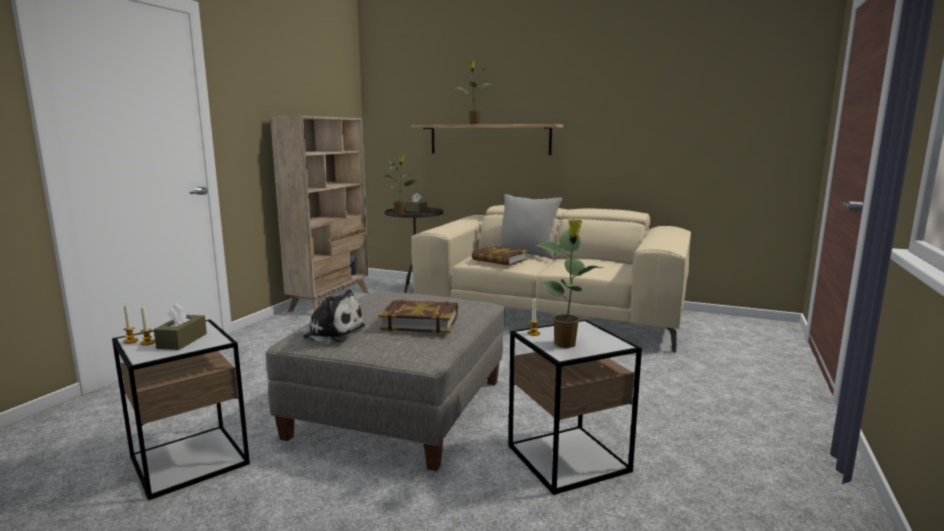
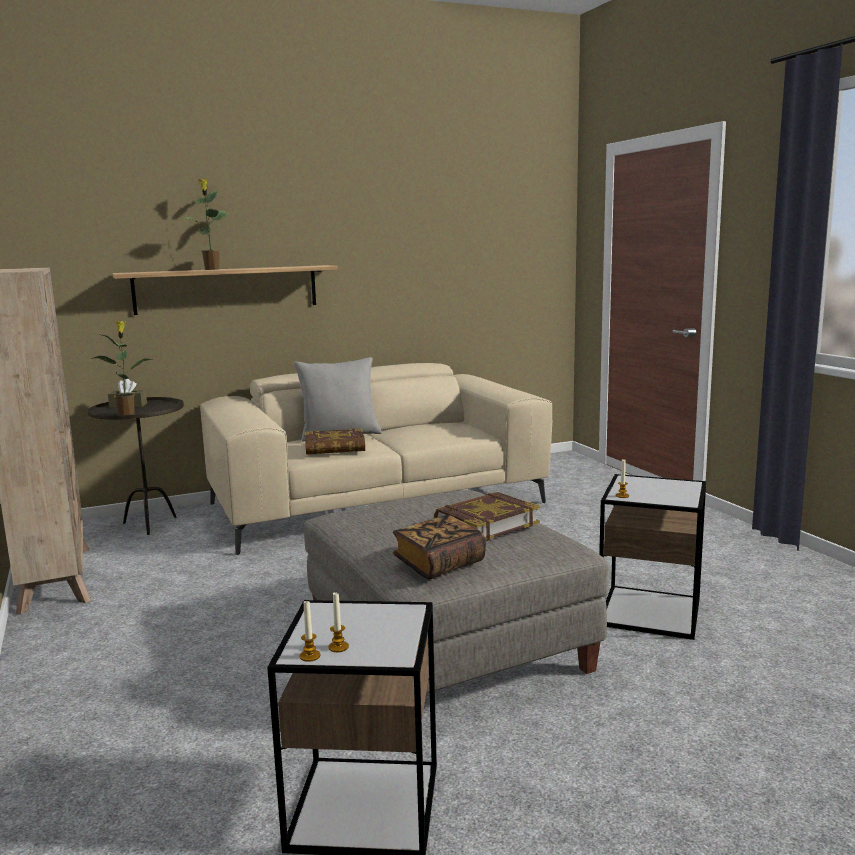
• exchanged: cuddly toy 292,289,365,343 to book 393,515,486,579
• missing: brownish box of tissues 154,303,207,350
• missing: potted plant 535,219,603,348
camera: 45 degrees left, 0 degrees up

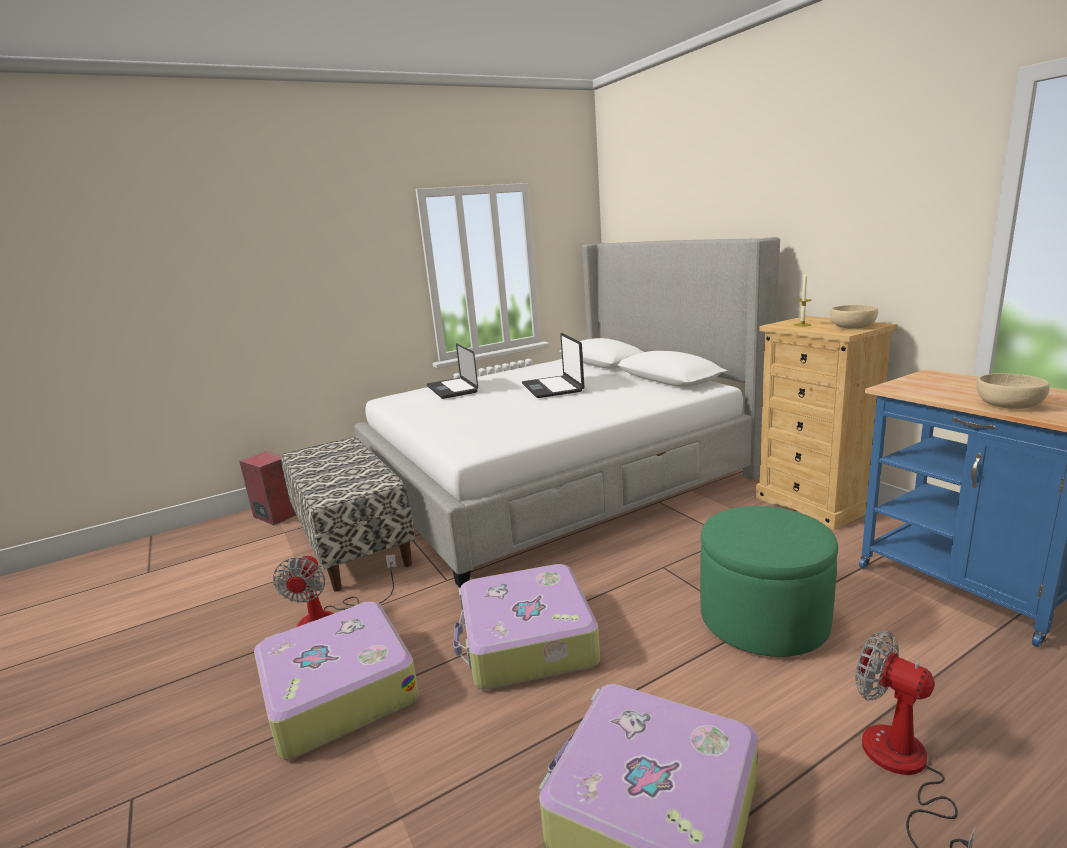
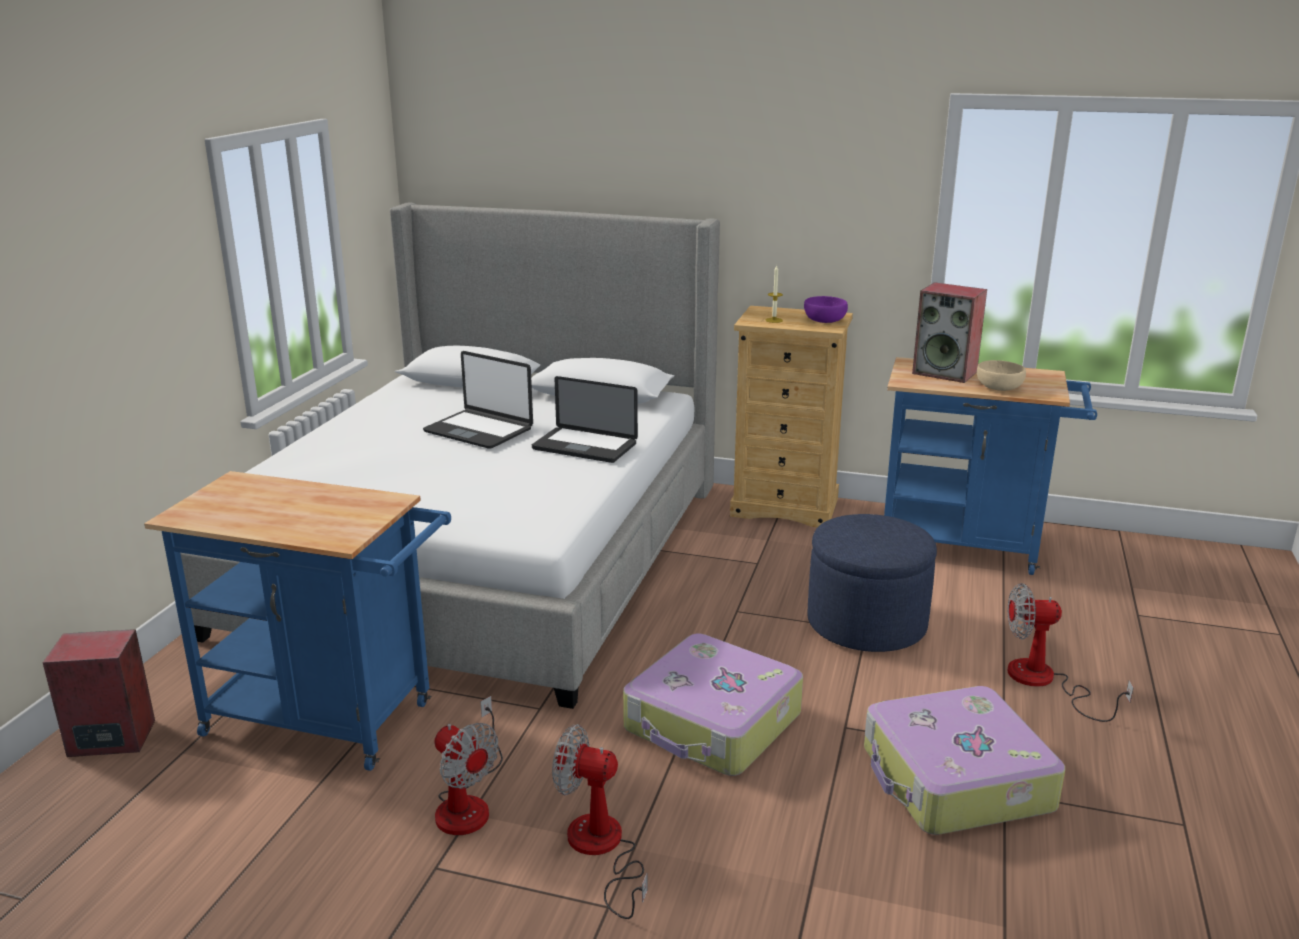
• exchanged: bench 281,437,415,592 to blue-coloured cart 144,471,451,771
• relocated: notebook computer 427,343,478,399 to 532,376,638,463
• exchanged: suitcase 254,602,419,759 to fan 552,724,647,919
• colour: sand-coloured deep dish 830,305,878,329 to purple-coloured deep dish 804,296,848,323
• colour: green pouffe 700,506,838,657 to blue-coloured pouffe 807,514,937,652
• appeared: speaker 912,282,987,383
camera: 45 degrees left, 5 degrees up

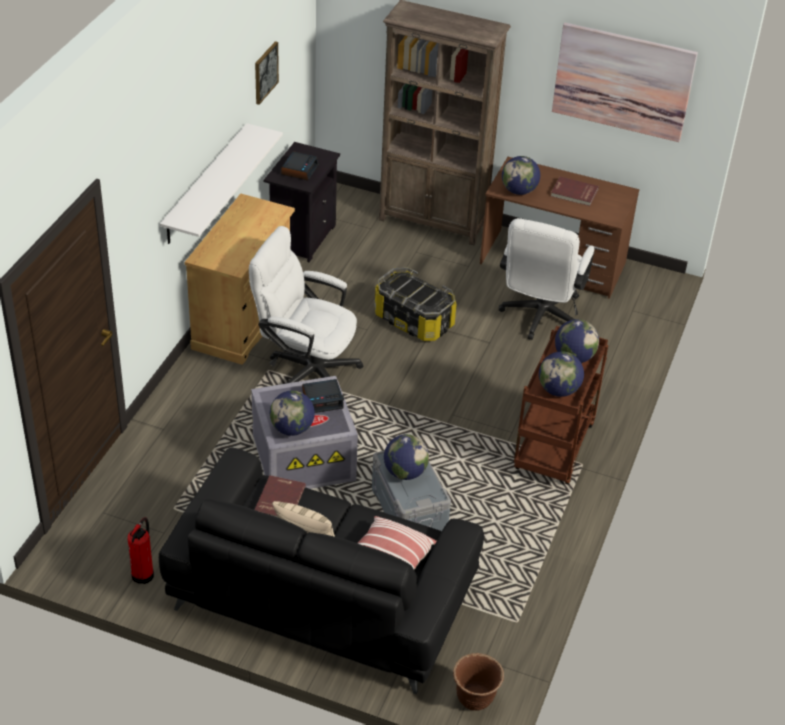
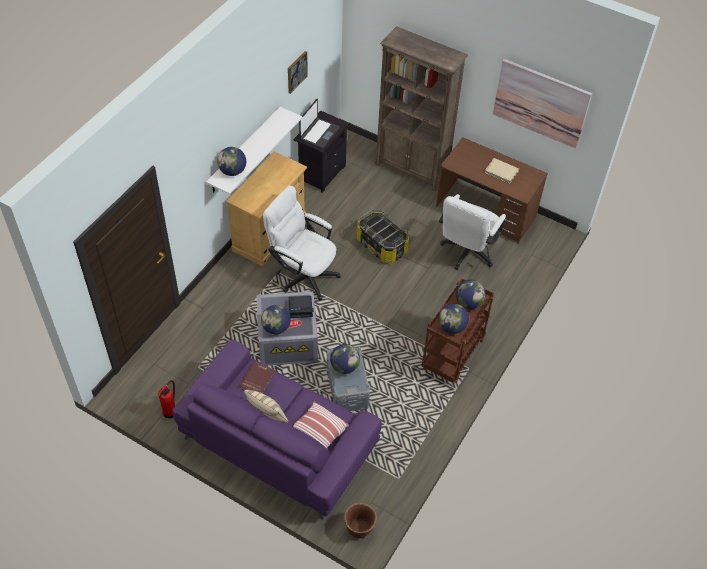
• colour: black-coloured couch 159,447,484,694 to purple-coloured couch 173,339,382,520
• relocated: globe 502,156,540,195 to 217,147,246,176
• exchanged: table clock 281,151,319,181 to notebook computer 299,99,340,148
• colour: red-coloured book 551,177,599,206 to sand-coloured book 484,158,519,184
camera: 10 degrees right, 10 degrees up

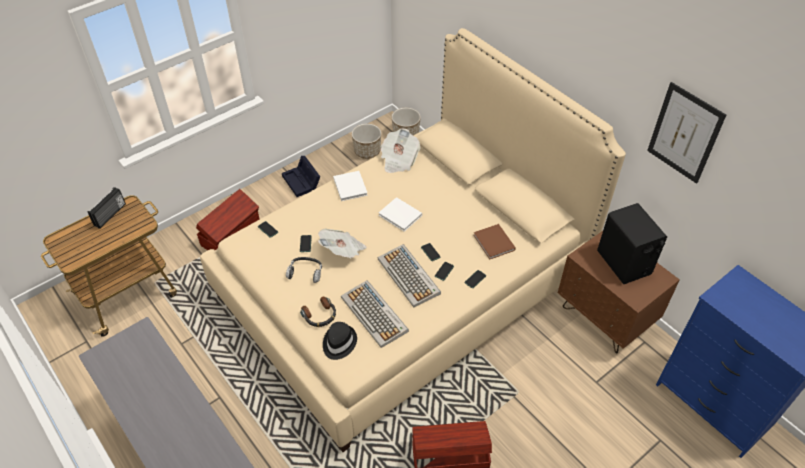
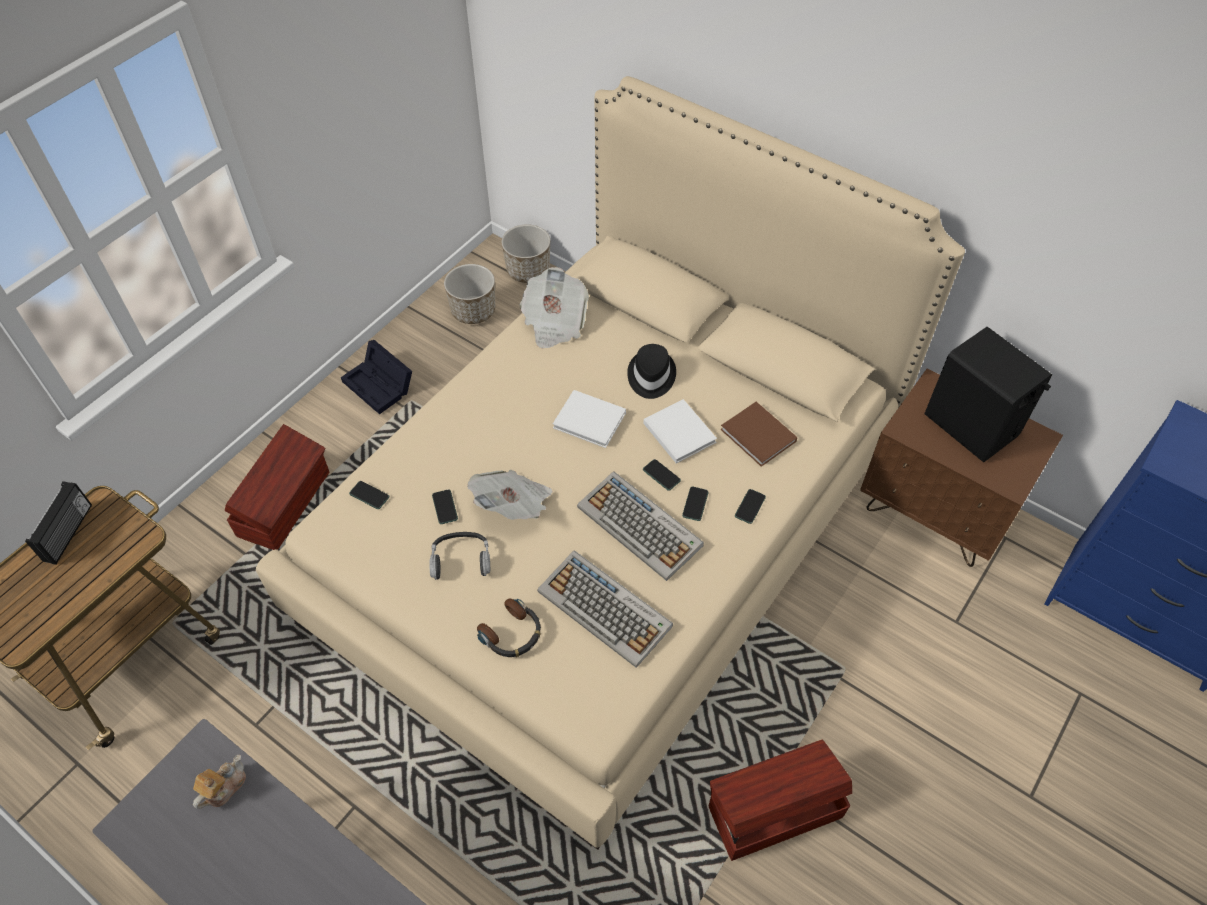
• appeared: teapot 193,755,246,809
• relocated: black-coloured clothing hat 323,322,357,360 to 627,344,676,399
• relocated: whitish book 333,171,368,201 to 643,399,717,464
• missing: wall art 647,82,726,184
camera: 15 degrees left, 5 degrees up

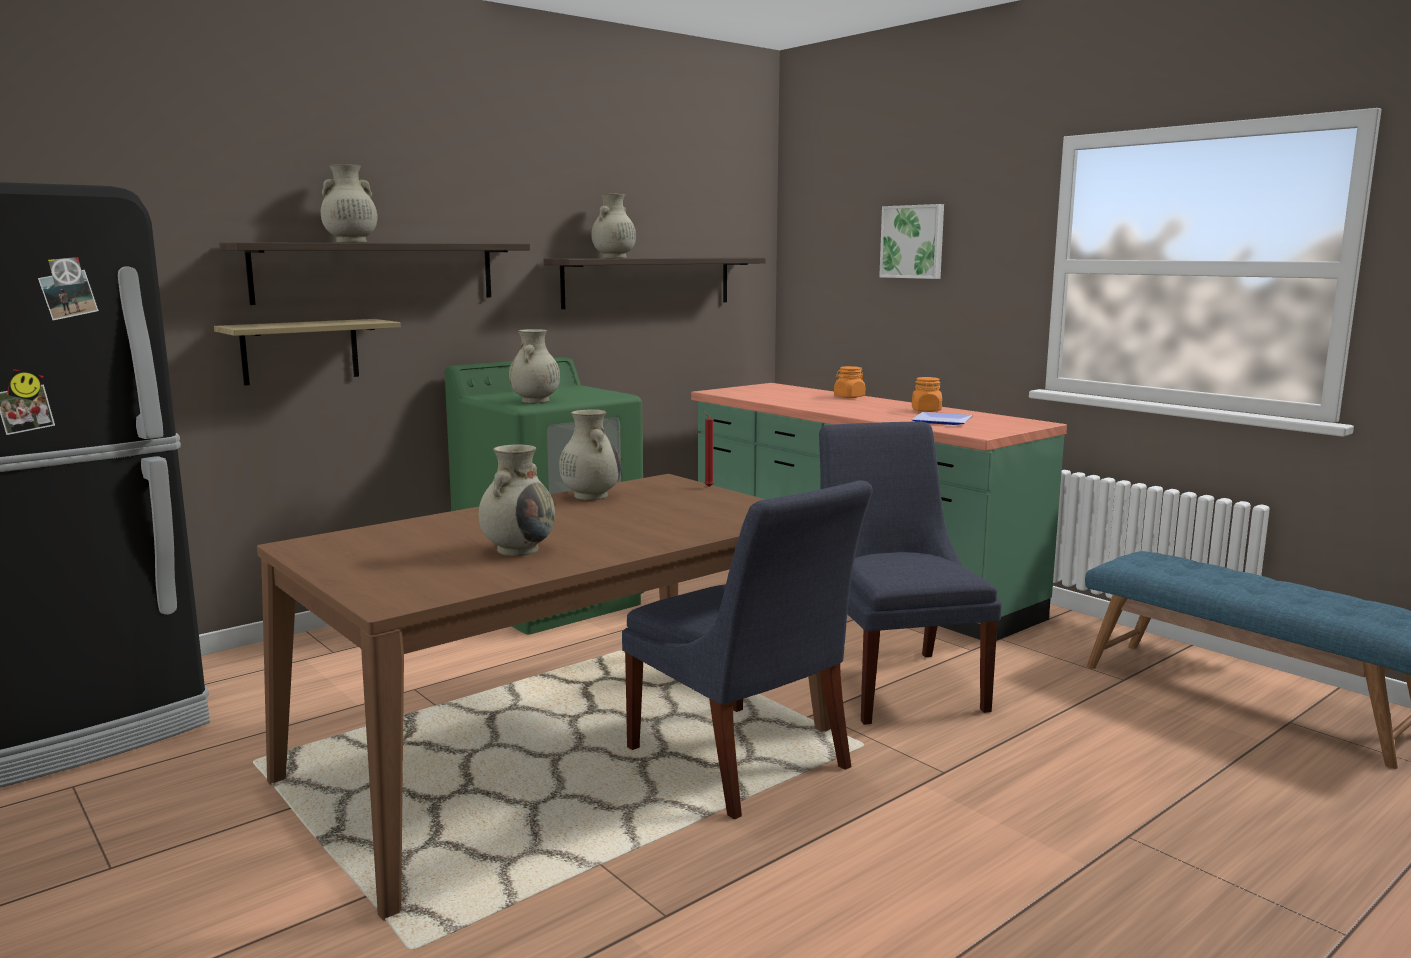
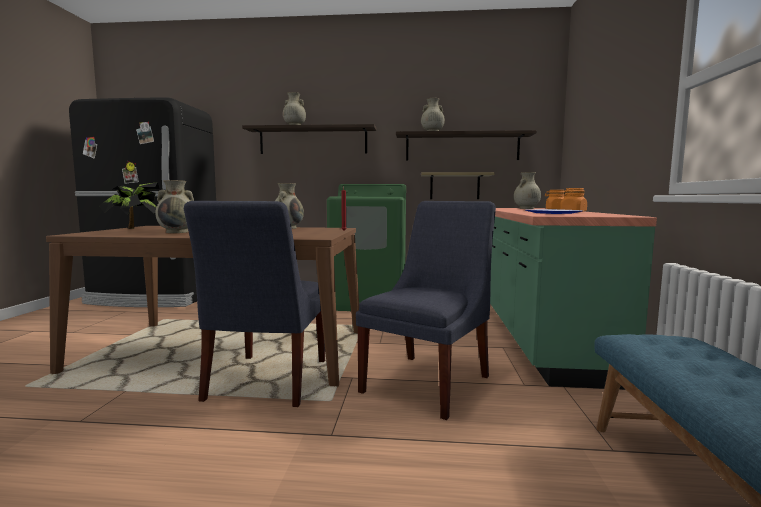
• appeared: potted plant 99,182,160,229
• relocated: wall shelf 214,319,401,386 to 421,172,495,199
• relocated: sand-coloured vase 509,329,560,403 to 514,172,541,209
• missing: wall art 879,204,944,279
camera: 45 degrees right, 5 degrees down

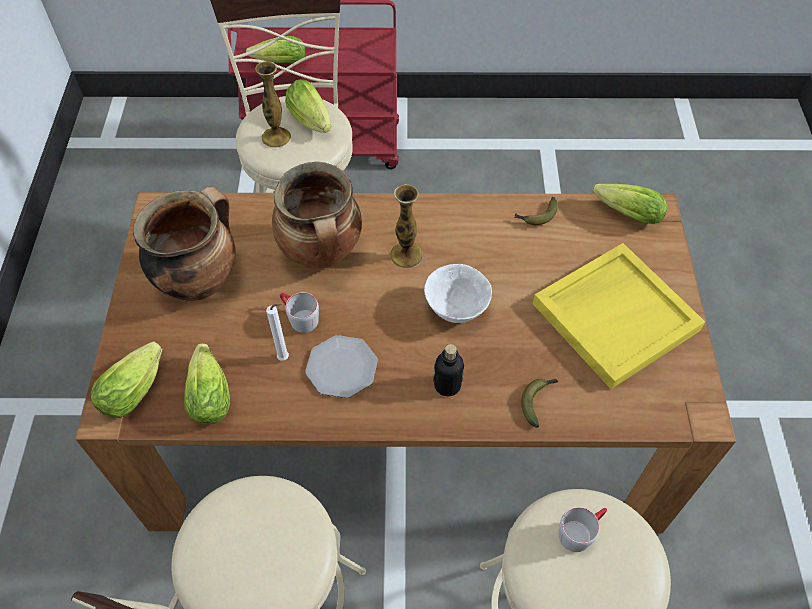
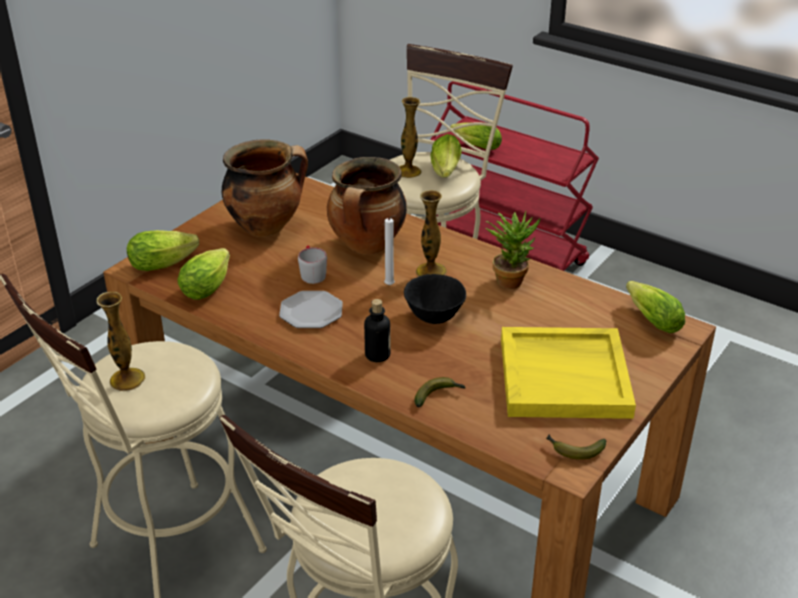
• appeared: vase 97,292,145,391
• relocated: whitish wax candle 266,304,289,361 to 384,215,396,285
• colour: whitish deep dish 424,264,492,323 to black-coloured deep dish 404,274,466,324
• appeared: potted plant 486,211,540,289
• relocated: whole banana 514,197,558,225 to 546,435,606,460
• missing: grey coffee mug 559,507,607,552
camera: 35 degrees right, 20 degrees down

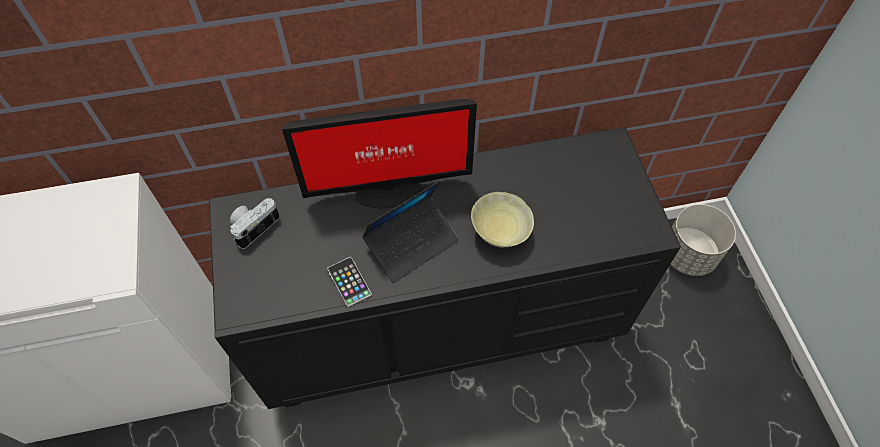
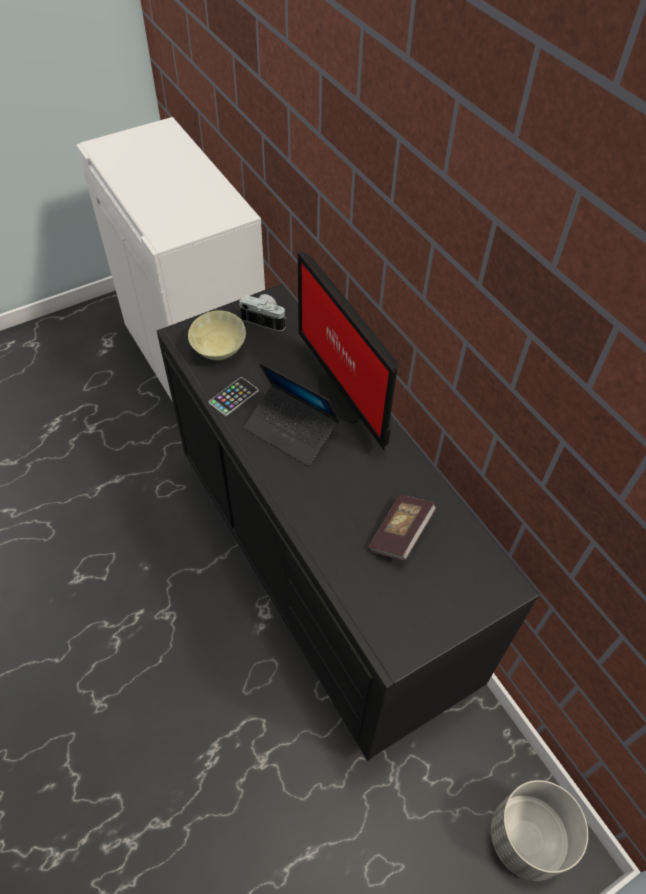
• relocated: sand-coloured deep dish 471,192,534,247 to 188,310,246,360
• appeared: book 368,495,437,560
camera: 70 degrees right, 5 degrees down

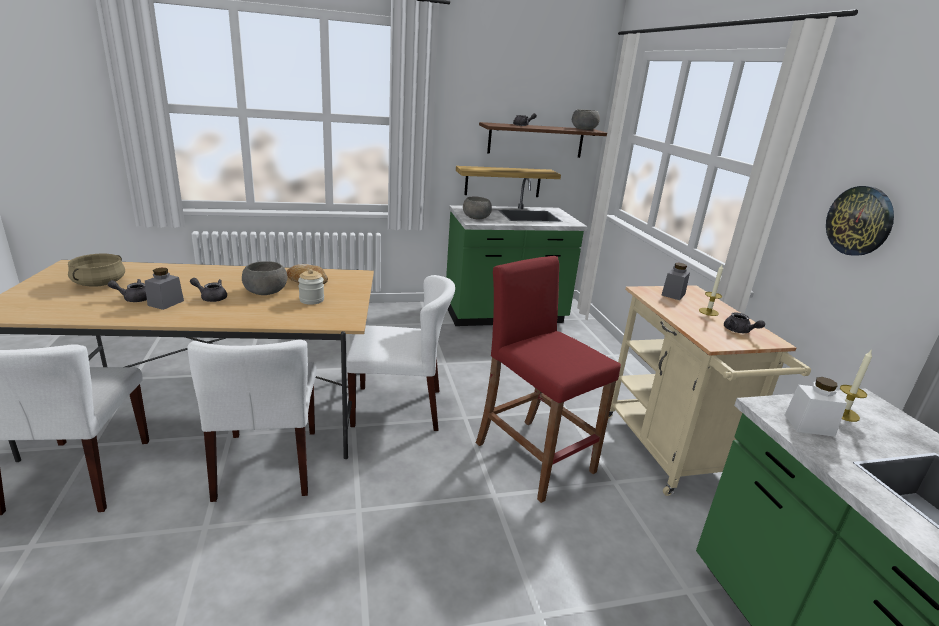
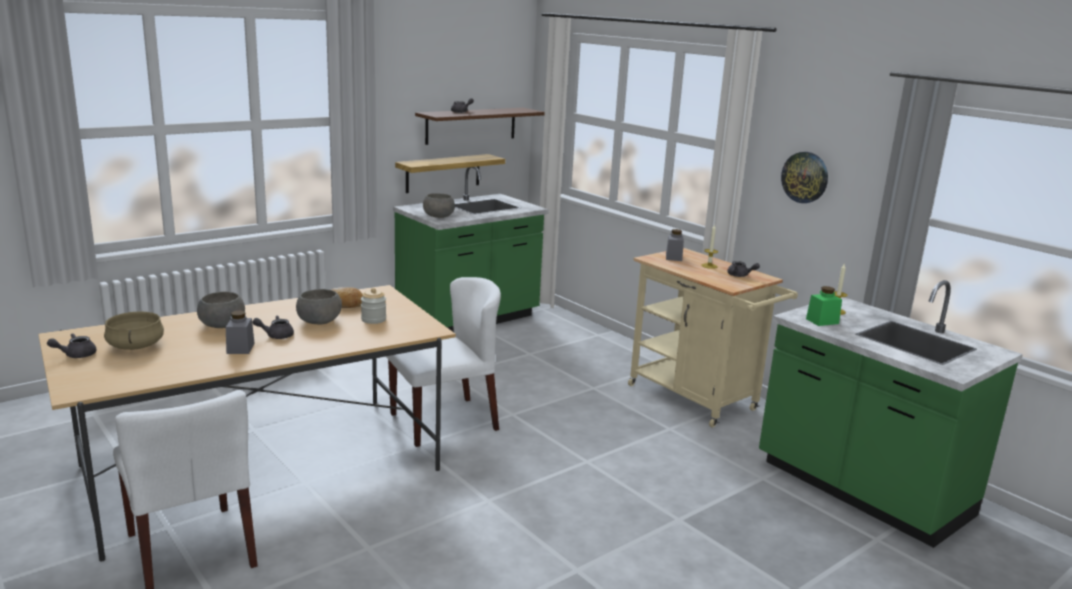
• relocated: grey teapot 108,279,147,302 to 47,333,96,358
• relocated: grey deep dish 572,110,600,130 to 197,292,245,328
• colour: whitish storage jar 785,377,847,437 to green storage jar 806,286,842,326
• missing: whitish plain chair 187,340,317,502
• missing: red-coloured stool 476,256,621,503
camera: 25 degrees left, 5 degrees down

